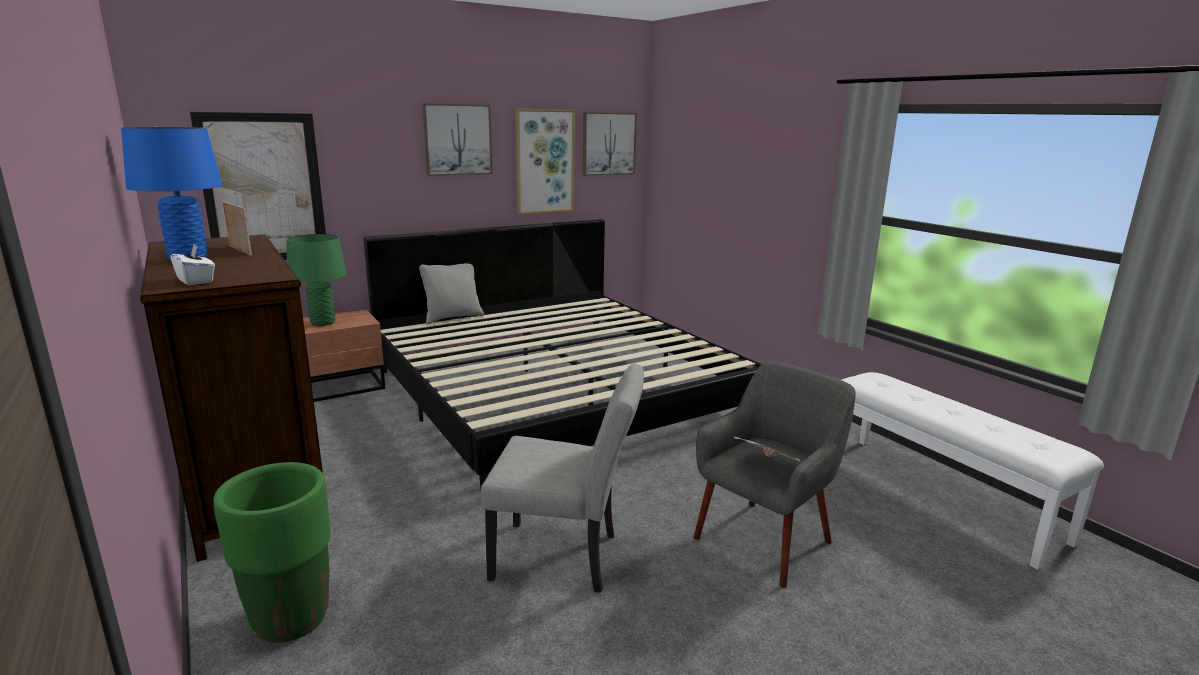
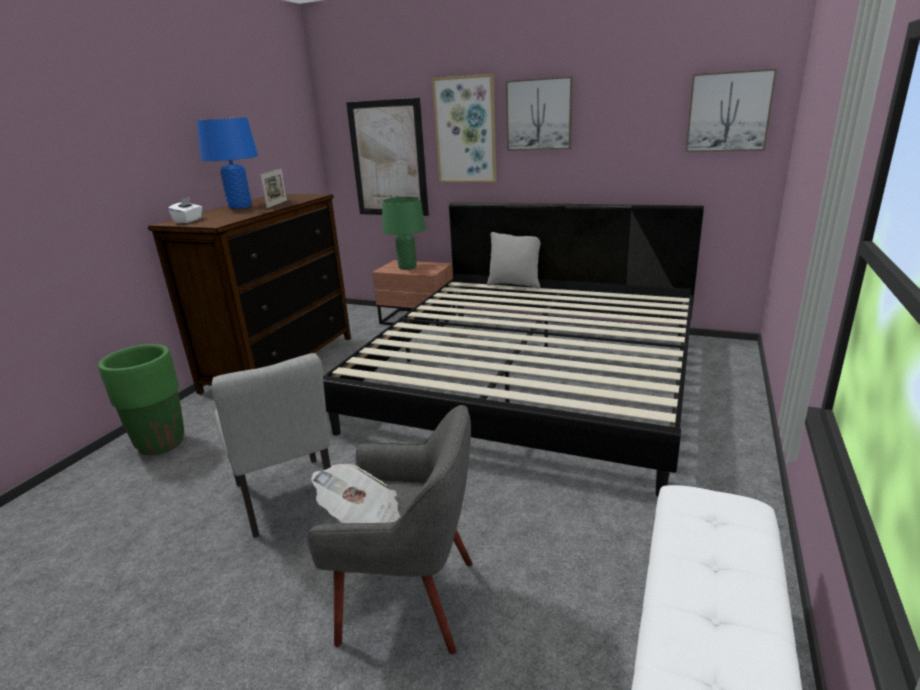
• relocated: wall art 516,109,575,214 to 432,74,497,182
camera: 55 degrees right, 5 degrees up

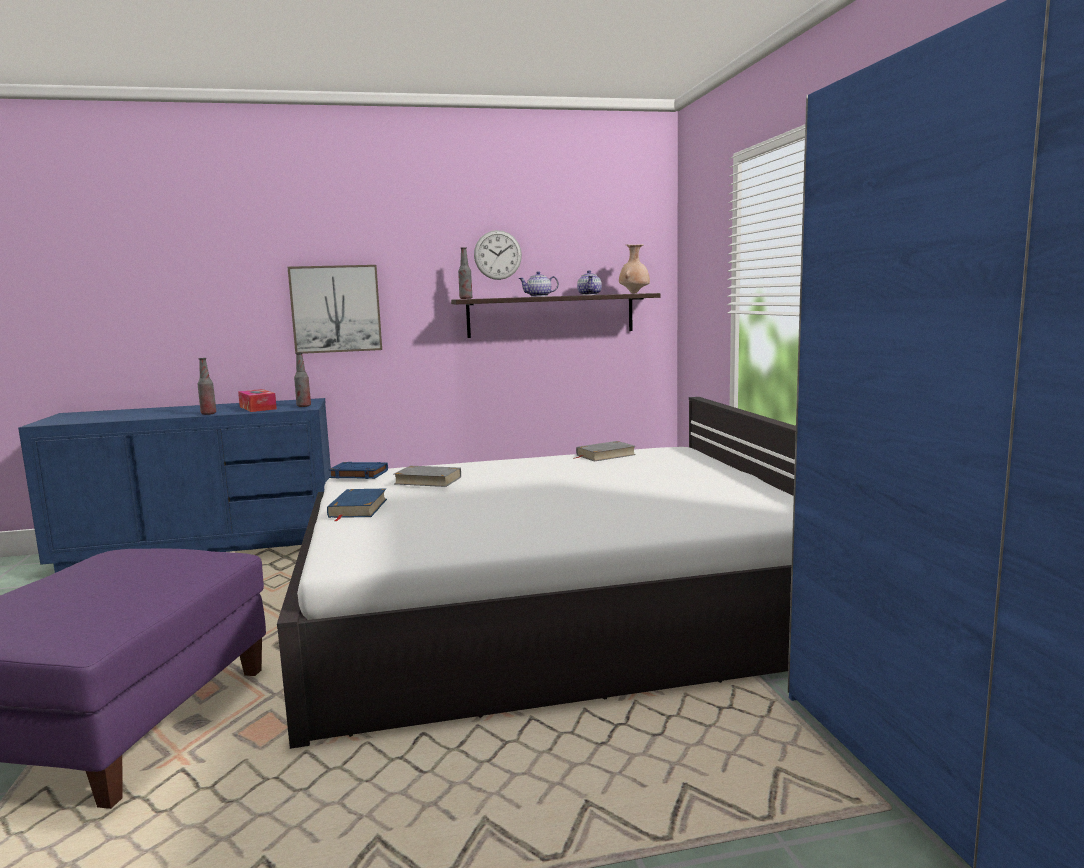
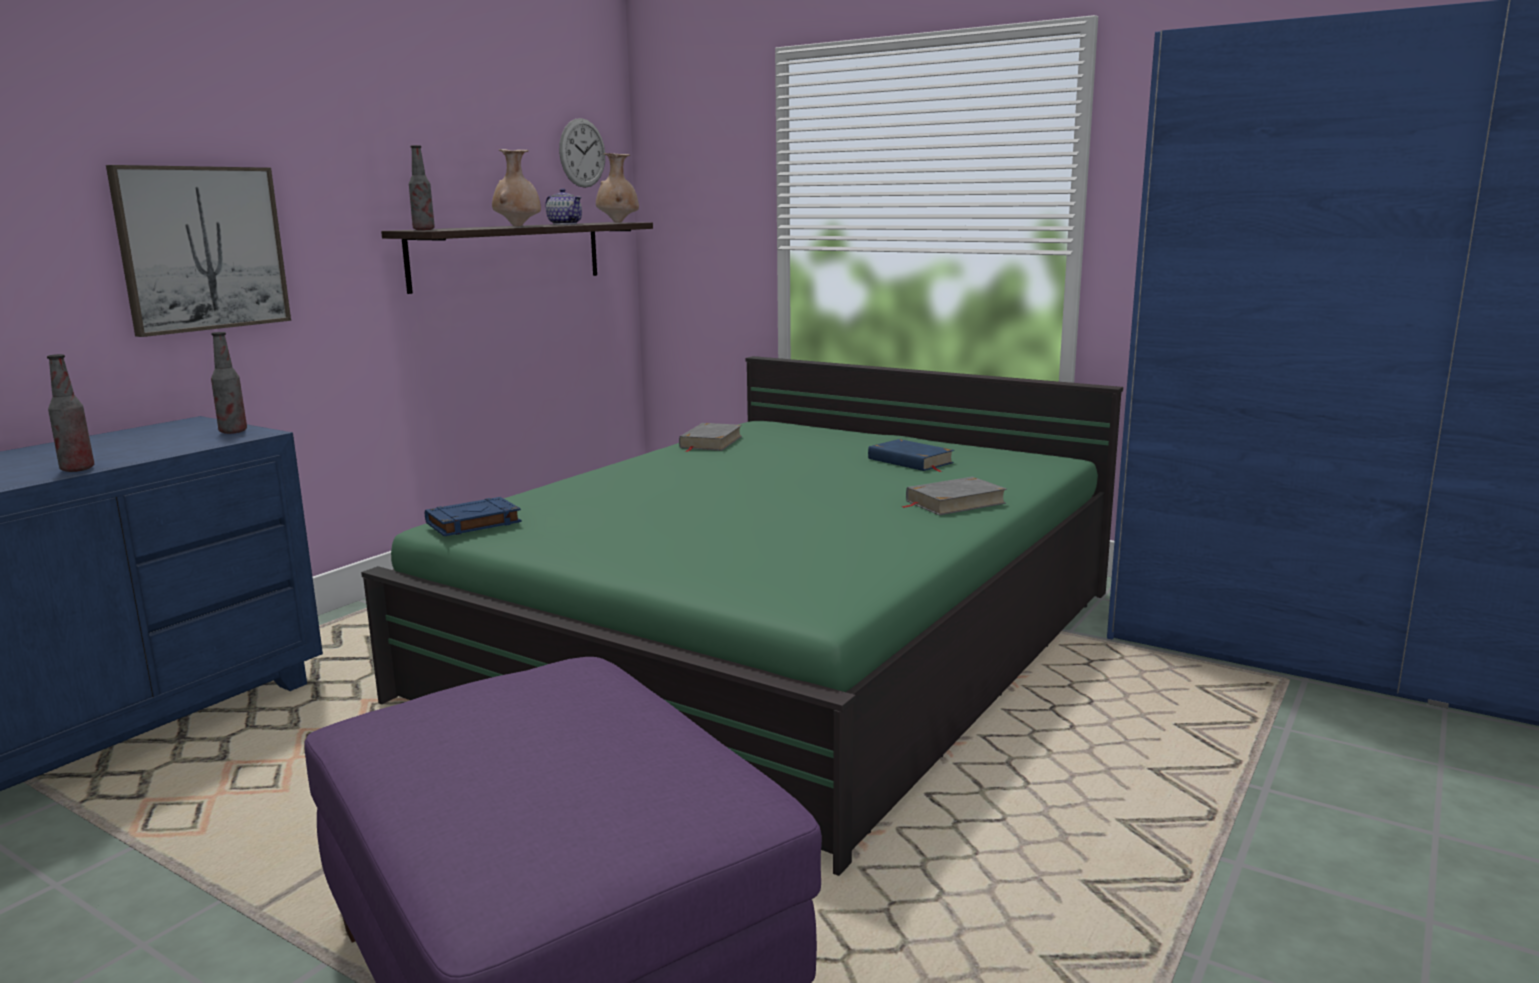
• colour: whitish bedroom bed 277,397,796,749 to green bedroom bed 361,356,1123,876
• exchanged: teapot 518,271,559,297 to sand-coloured vase 492,149,541,227
• relocated: clock on the wall 474,230,522,280 to 559,118,605,188
• relocated: blue-coloured book 327,489,387,521 to 868,439,954,472
• relocated: grey book 393,466,461,487 to 901,477,1007,515
• missing: box of tissues 238,389,277,412
camera: 45 degrees left, 5 degrees up

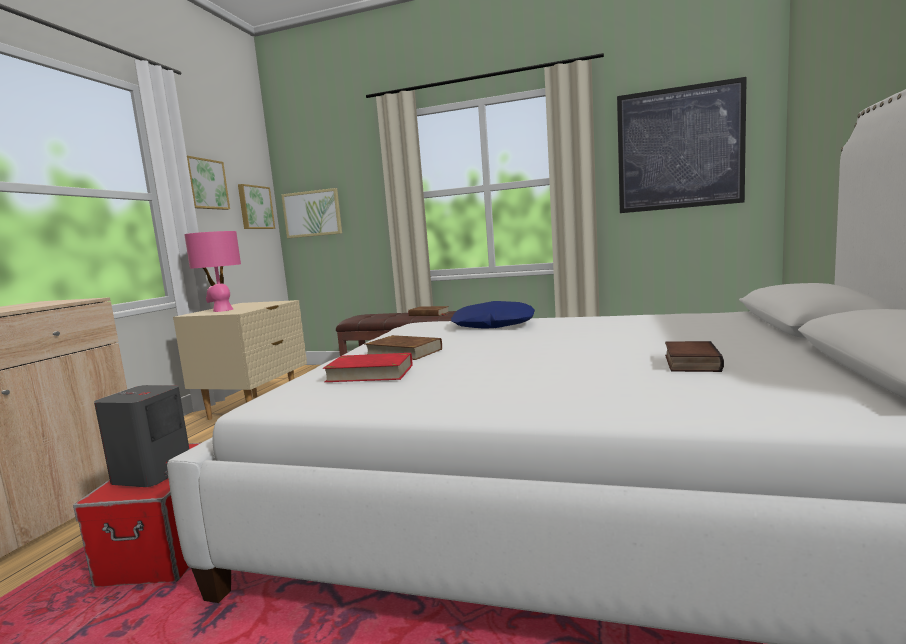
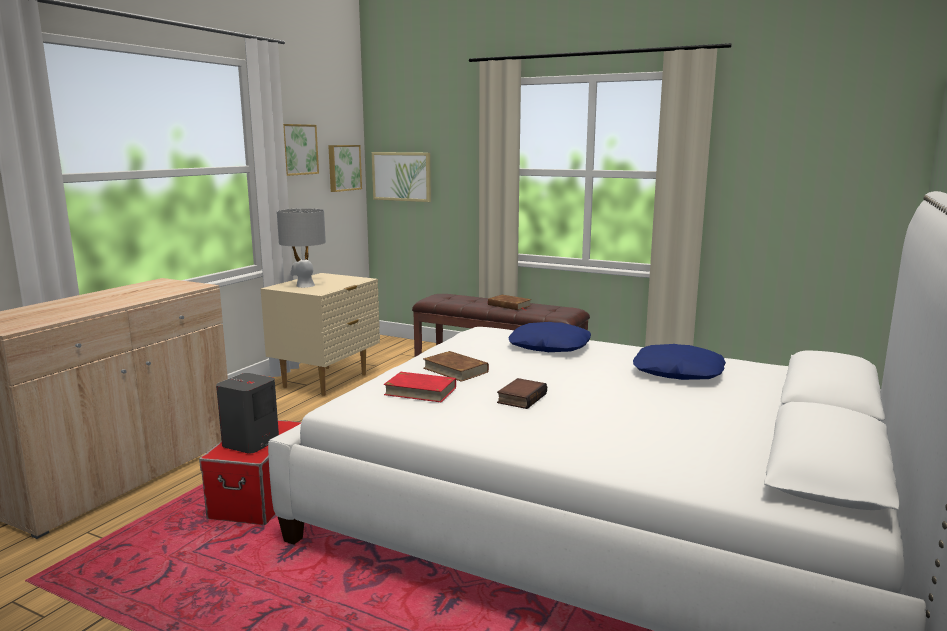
• colour: pink lamp for a table 184,231,241,312 to grey lamp for a table 277,208,326,288
• relocated: book 665,341,724,372 to 497,378,547,409
• appeared: blue-coloured pillow 633,344,726,380
• missing: wall art 617,77,747,213
camera: 10 degrees right, 5 degrees up

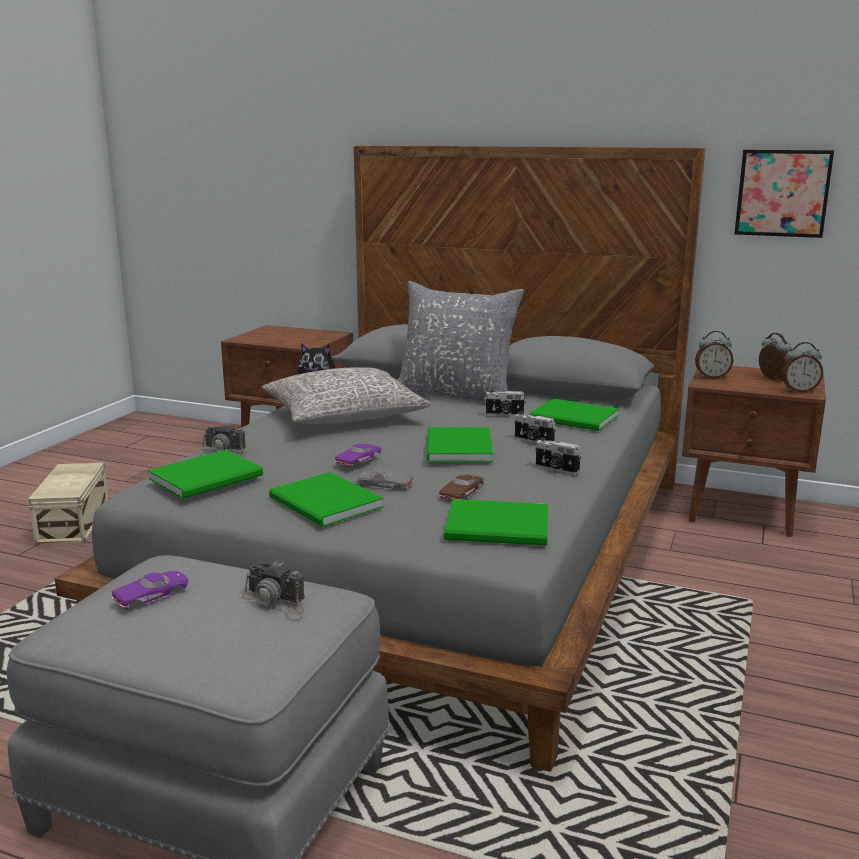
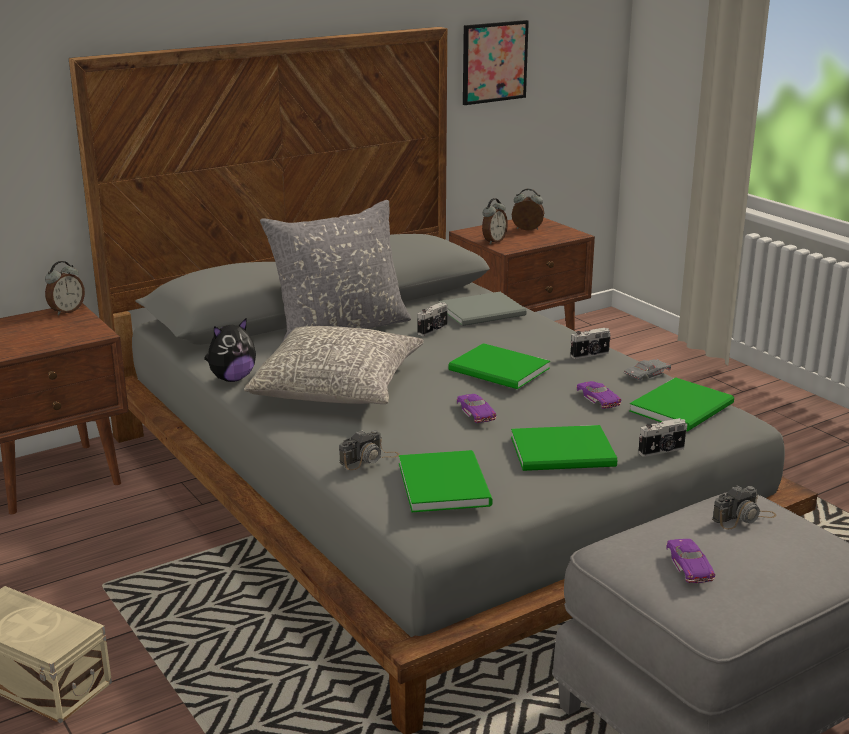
• relocated: table clock 782,342,823,392 to 45,261,85,316
• colour: green book 530,398,619,431 to grey book 438,292,526,326
• colour: brownish toy car 439,474,484,501 to purple-coloured toy car 577,381,621,409
• relocated: grey toy car 357,468,414,490 to 624,359,671,381
• relocated: photo camera 514,412,556,443 to 638,418,687,457
camera: 55 degrees left, 5 degrees up

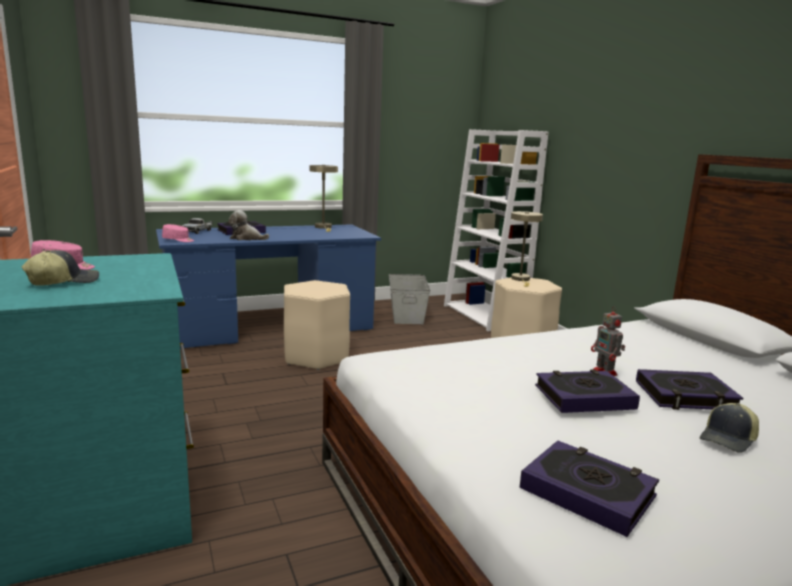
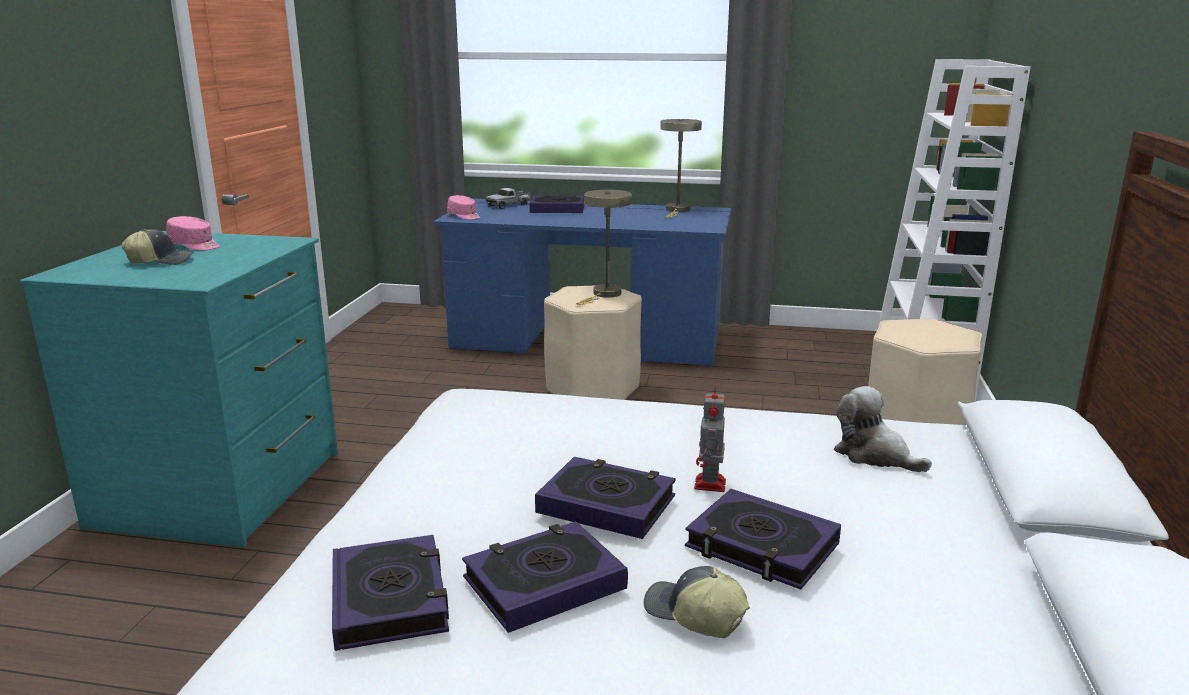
• appeared: book 462,521,628,633
• relocated: sand-coloured lamp for a table 511,211,543,287 to 576,190,632,305
• spun: peaked cap 700,403,759,453 = 644,566,750,638 45 degrees clockwise
• relocated: cuddly toy 229,210,269,240 to 834,386,932,472
• missing: grey storage bin 389,274,430,324
camera: 35 degrees right, 5 degrees up

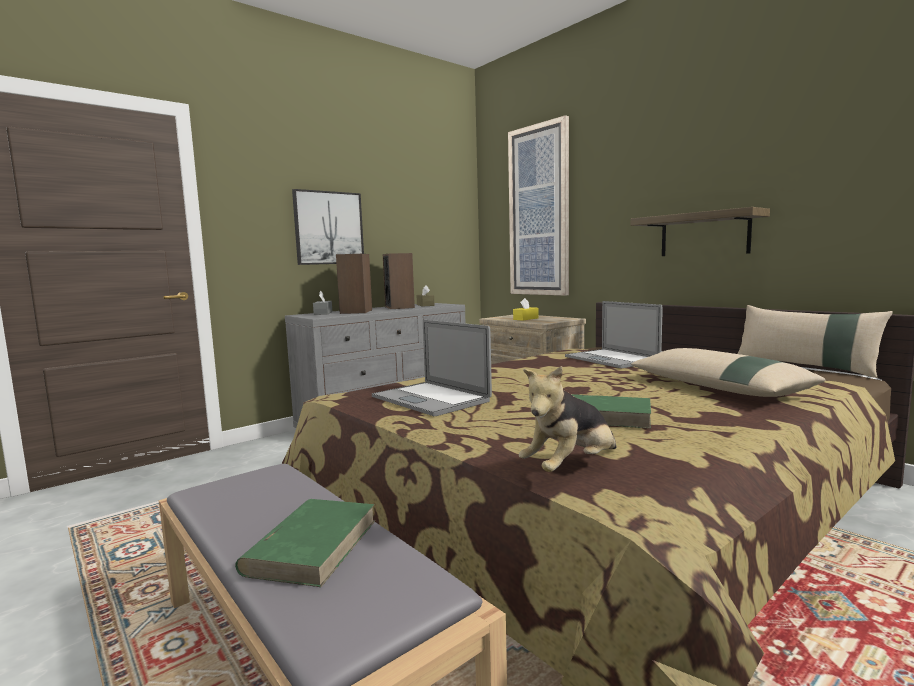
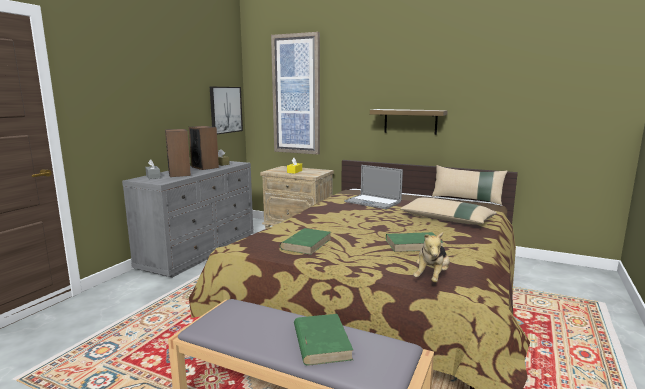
• relocated: wall art 292,189,364,265 to 210,87,243,134
• exchanged: notebook computer 372,320,492,416 to green book 280,228,331,255
camera: 25 degrees left, 5 degrees up

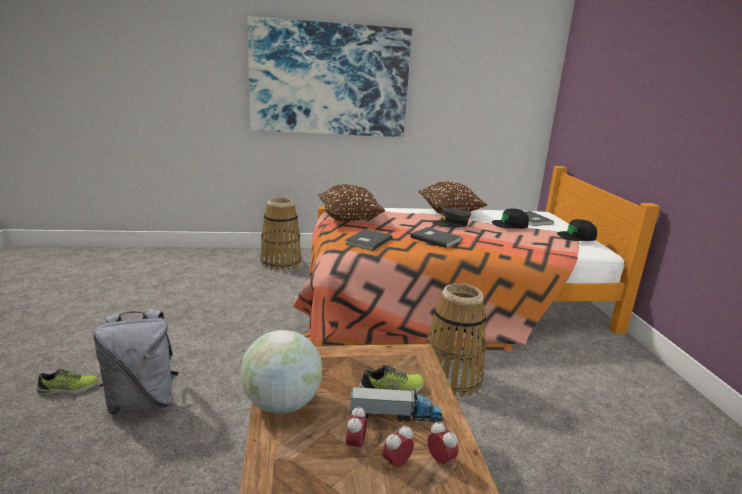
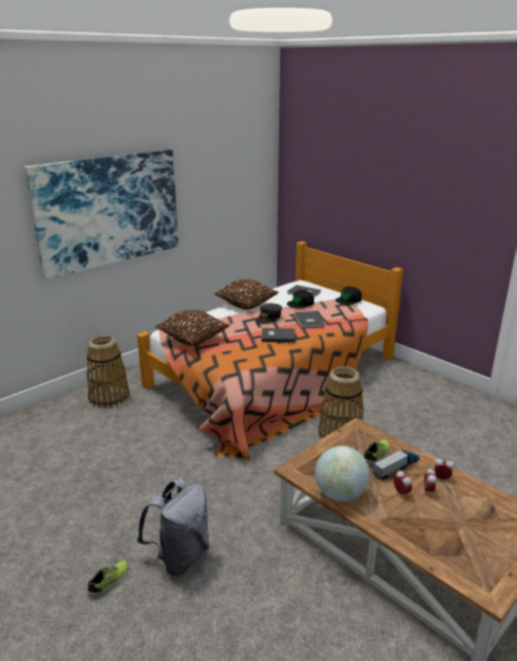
• relocated: grey book 345,229,392,251 to 295,311,325,328
camera: 35 degrees left, 5 degrees up

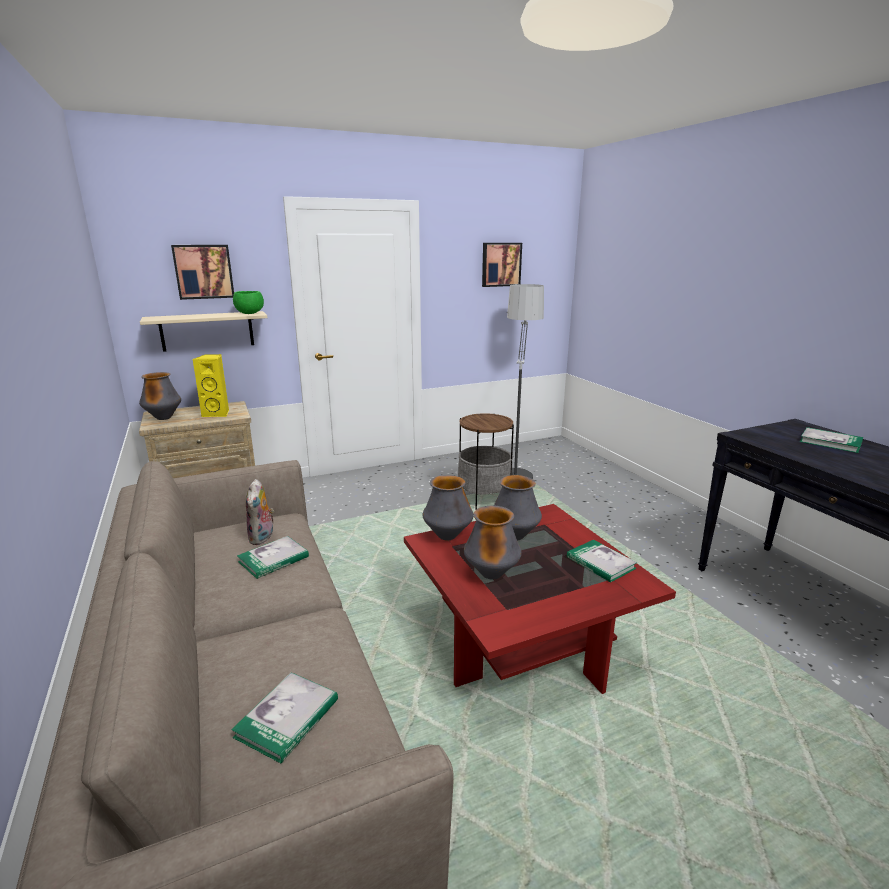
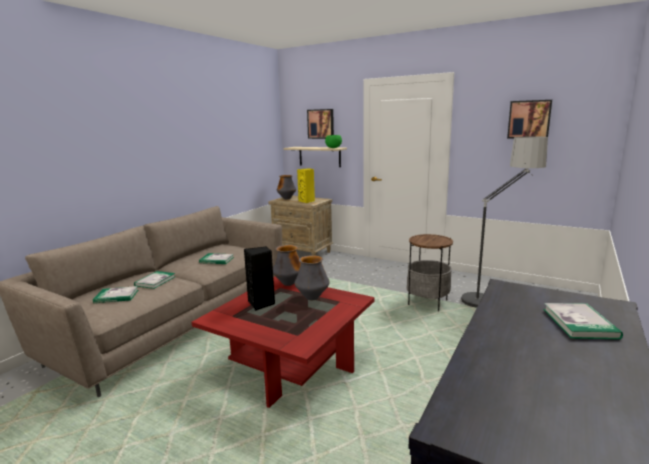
• relocated: book 567,540,637,583 to 134,271,175,289
• exchanged: vase 464,506,522,579 to black-coloured speaker 244,246,275,311
• missing: cuddly toy 246,479,274,545
camera: 55 degrees right, 5 degrees down

